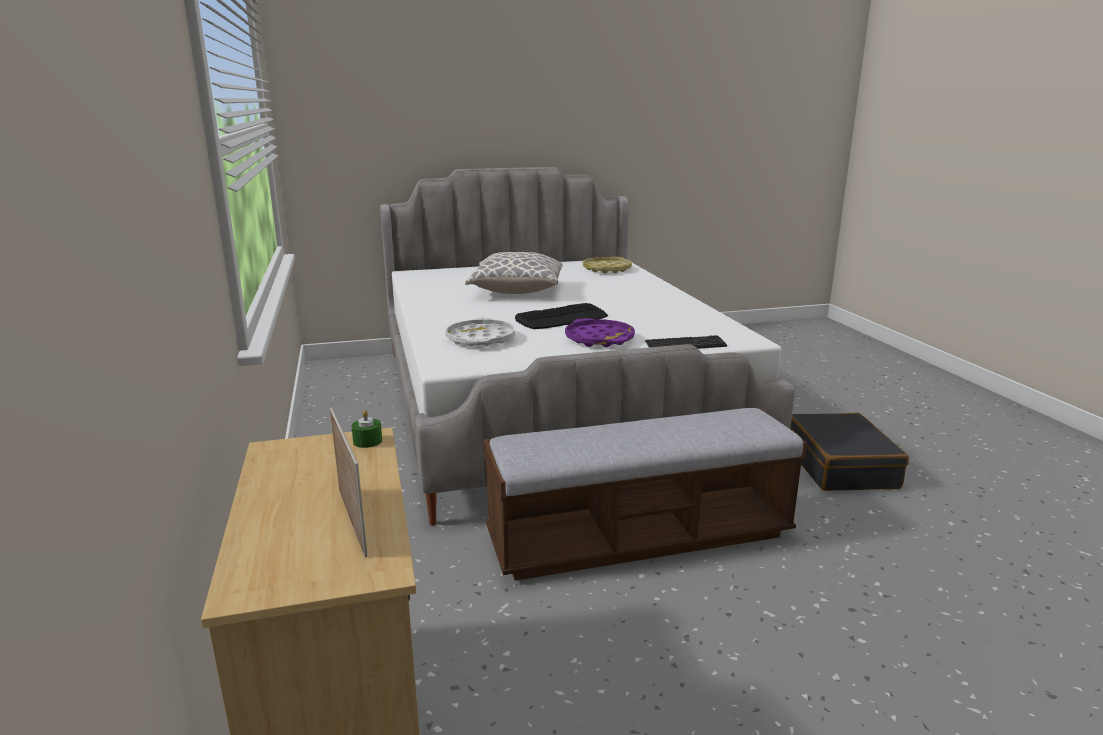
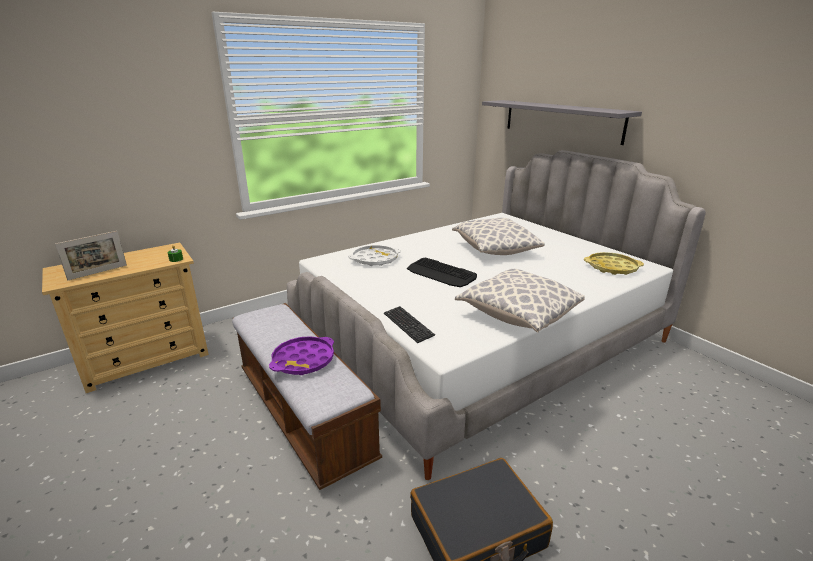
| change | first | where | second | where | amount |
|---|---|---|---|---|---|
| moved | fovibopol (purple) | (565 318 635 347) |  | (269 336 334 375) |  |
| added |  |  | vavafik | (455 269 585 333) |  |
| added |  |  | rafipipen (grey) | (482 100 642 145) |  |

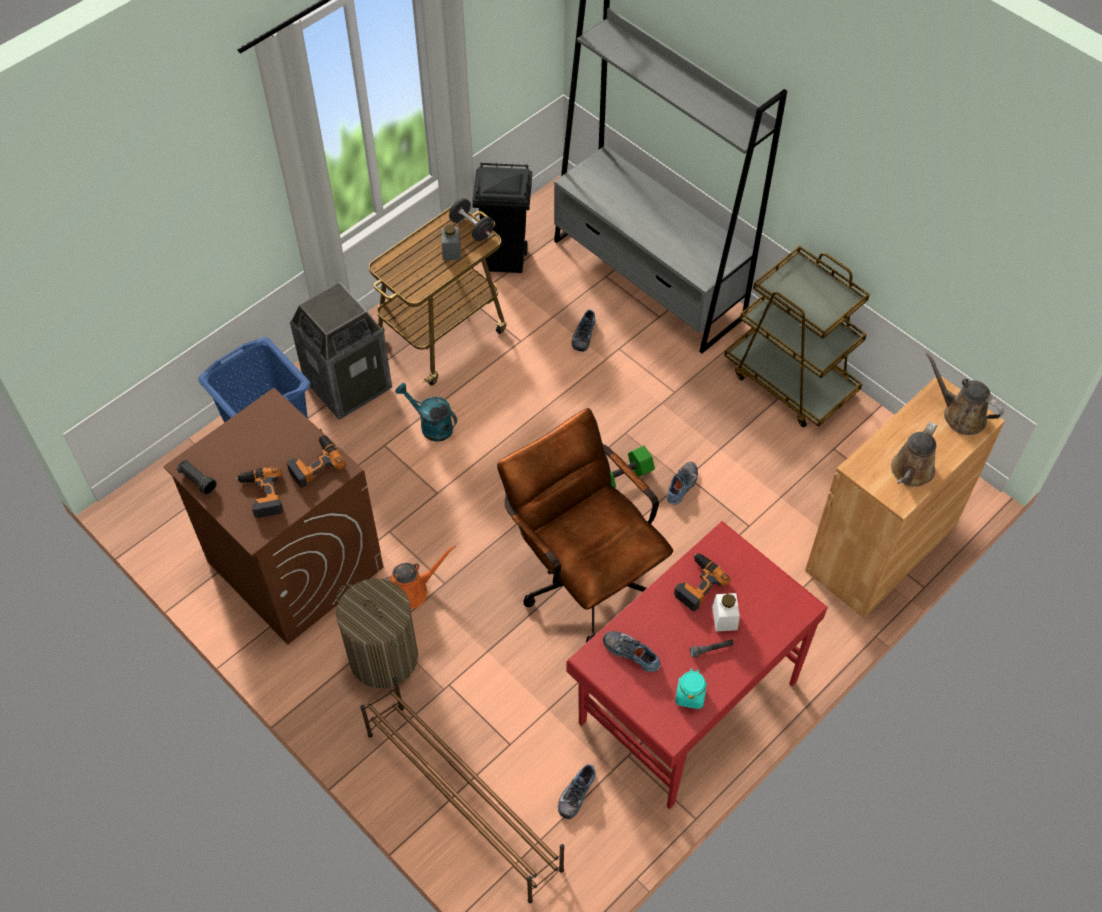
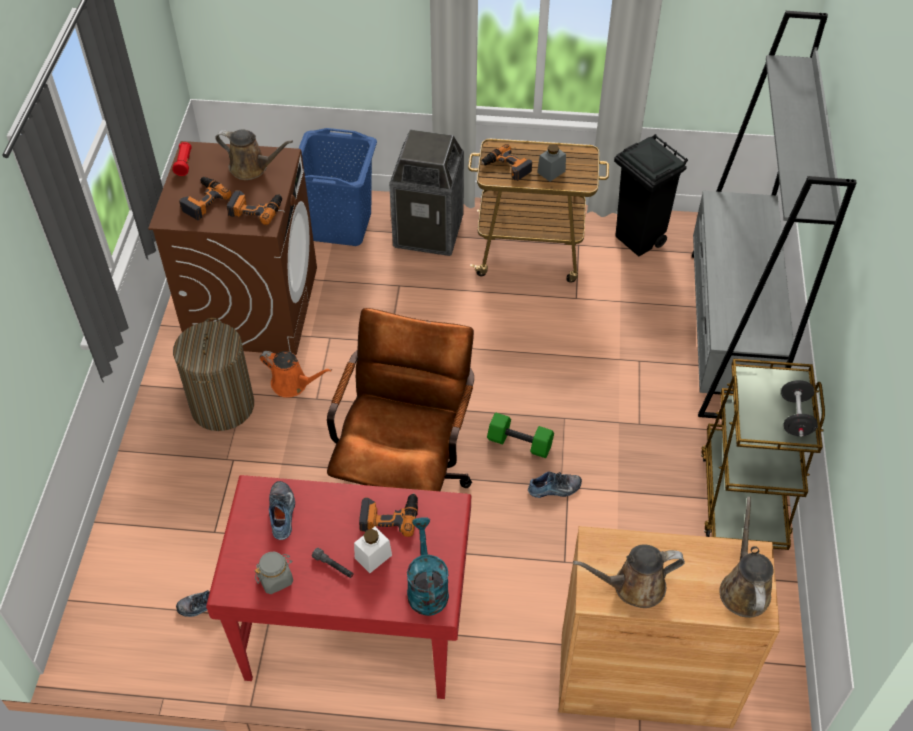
| change | first | where | second | where | amount |
|---|---|---|---|---|---|
| recoloured | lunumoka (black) | (177 460 217 495) | lunumoka (red) | (172 142 192 176) |  |
| added |  |  | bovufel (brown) | (215 130 293 180) |  |
| recoloured | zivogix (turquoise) | (675 669 707 709) | zivogix (grey) | (255 552 293 594) |  |
| moved | bovufel (turquoise) | (395 383 457 442) |  | (407 517 449 616) |  |
| added |  |  | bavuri | (481 144 532 181) |  |
| moved | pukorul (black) | (449 198 494 241) |  | (781 380 818 437) |  |
| removed | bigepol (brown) | (360 677 564 903) |  |  |  |
| removed | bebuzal | (572 310 595 352) |  |  |  |

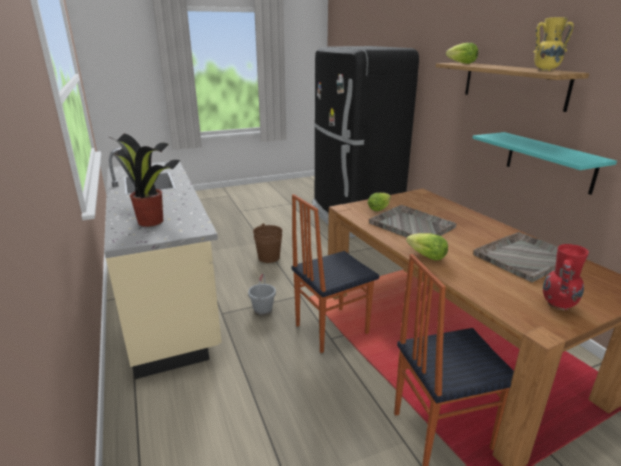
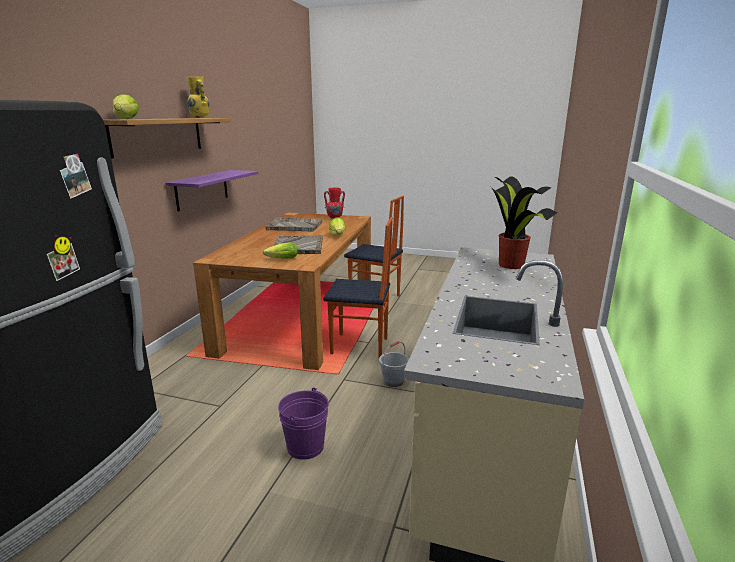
| change | first | where | second | where | amount |
|---|---|---|---|---|---|
| recoloured | rafipipen (turquoise) | (473 132 617 195) | rafipipen (purple) | (166 170 258 212) |  |
| recoloured | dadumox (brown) | (253 223 282 263) | dadumox (purple) | (278 387 329 460) |  |

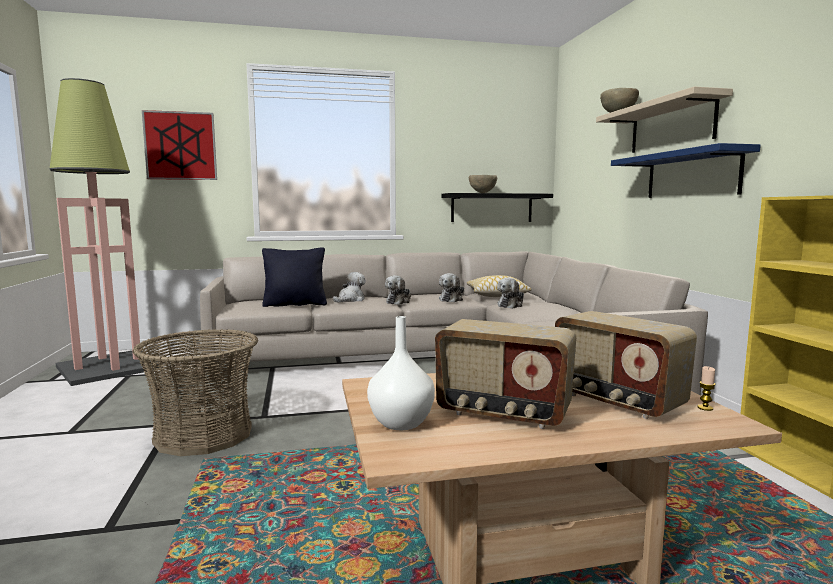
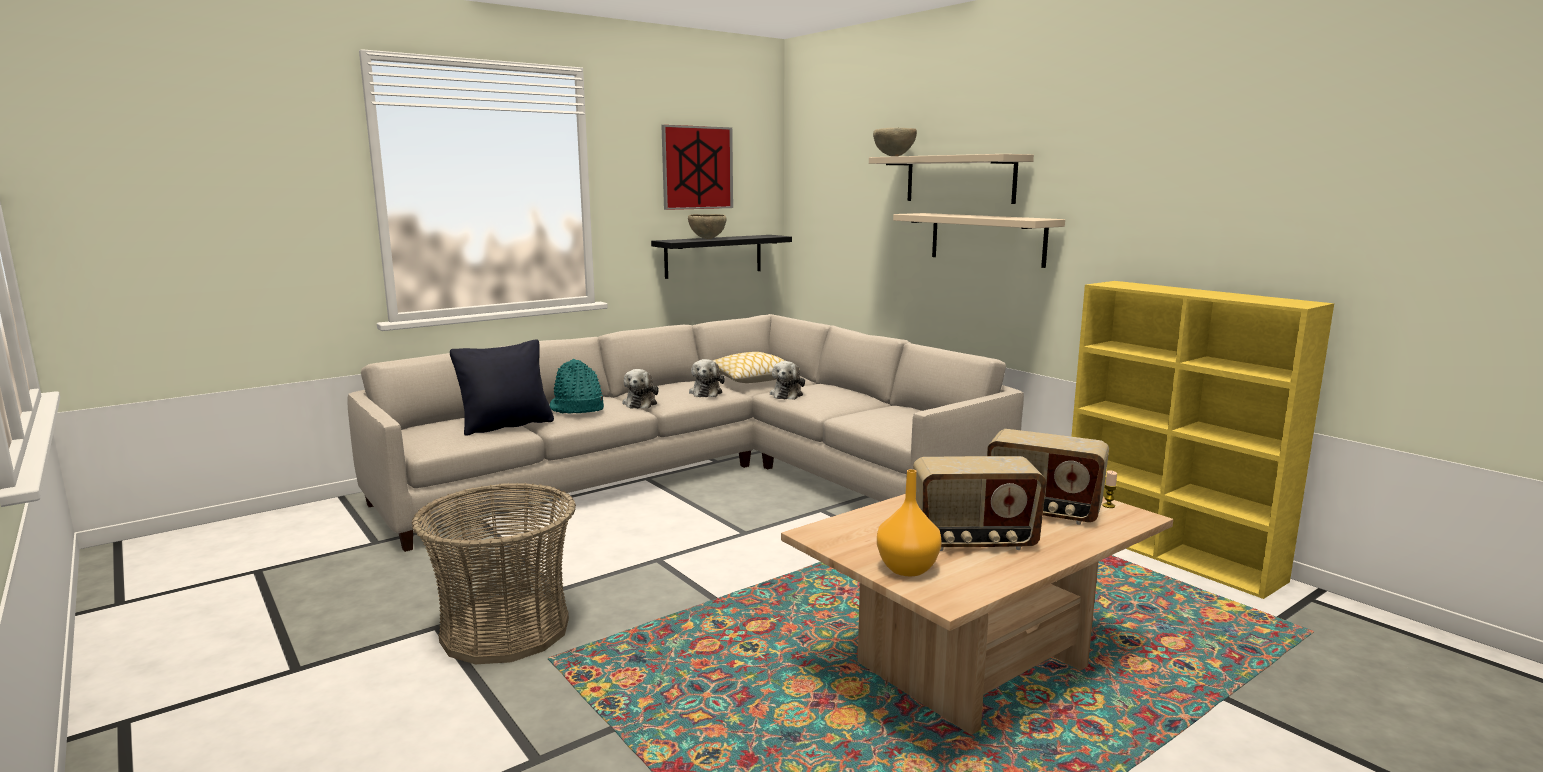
| change | first | where | second | where | amount |
|---|---|---|---|---|---|
| replaced | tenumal | (333 272 366 302) | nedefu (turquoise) | (550 359 604 413) |  |
| moved | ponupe | (142 110 217 180) |  | (661 125 733 210) |  |
| recoloured | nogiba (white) | (367 316 435 430) | nogiba (orange) | (877 469 942 576) |  |
| recoloured | rafipipen (blue) | (611 143 761 198) | rafipipen (beige) | (893 213 1065 268) |  |
| removed | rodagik | (49 78 159 386) |  |  |  |

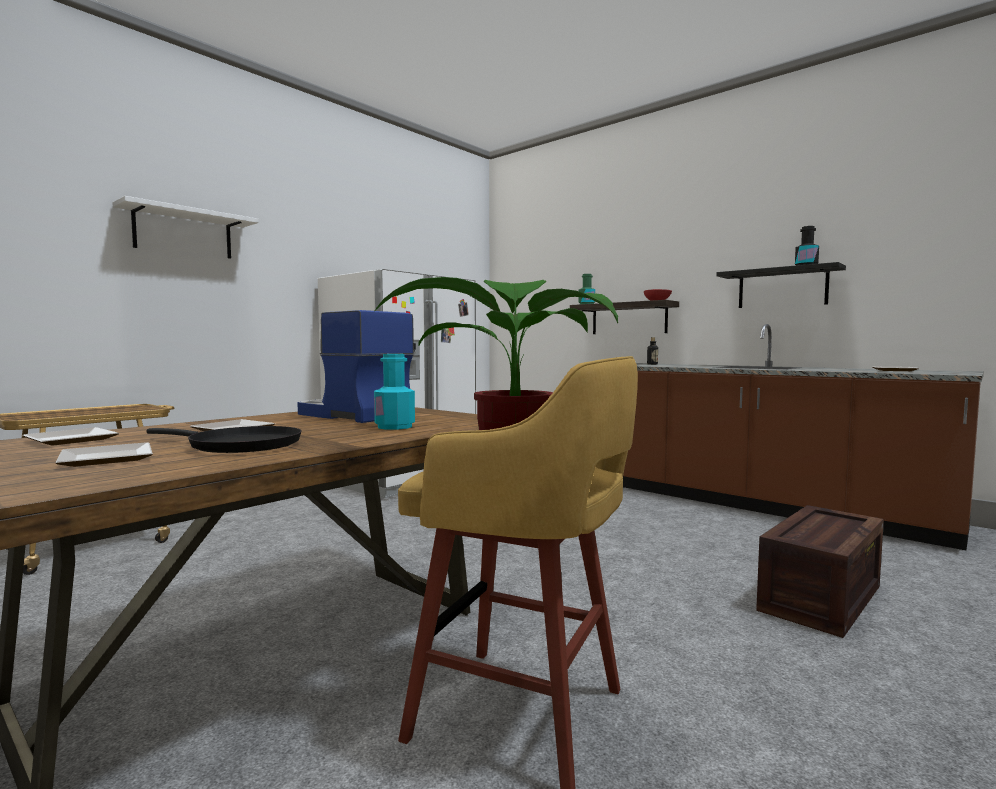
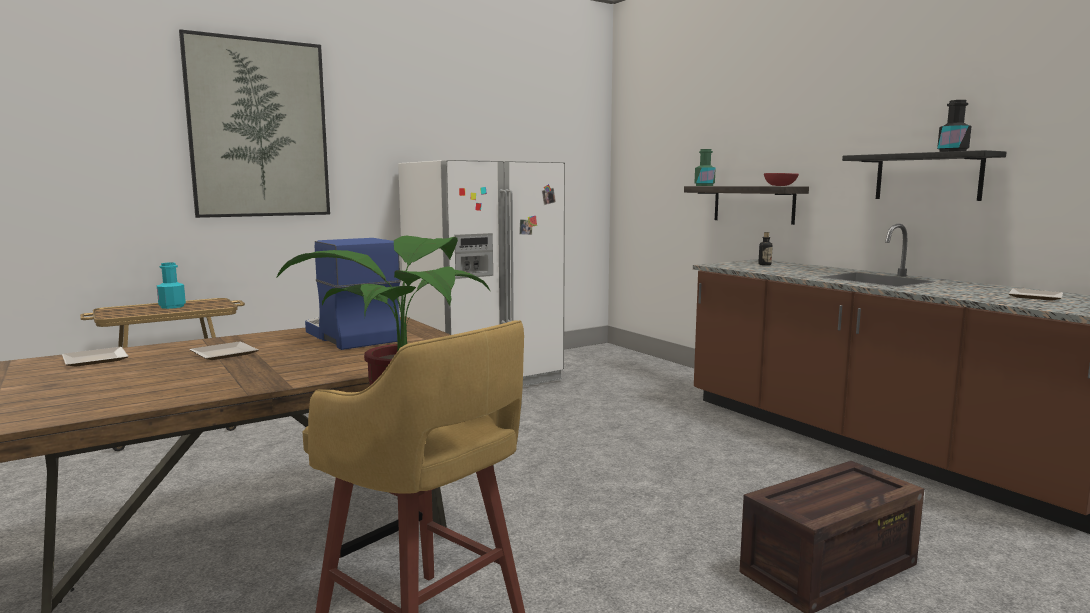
| change | first | where | second | where | amount |
|---|---|---|---|---|---|
| moved | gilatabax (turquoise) | (374 354 415 430) |  | (157 262 186 309) |  |
| replaced | rafipipen (white) | (113 196 259 259) | ponupe | (179 29 330 218) |  |
| removed | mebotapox | (55 442 153 467) |  |  |  |
| removed | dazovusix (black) | (147 426 301 453) |  |  |  |

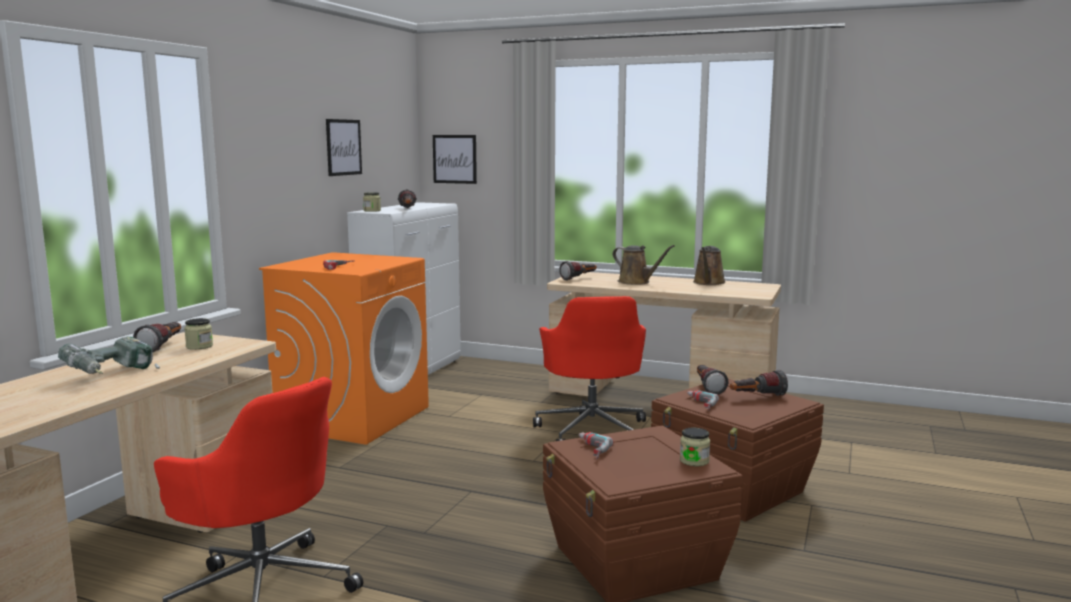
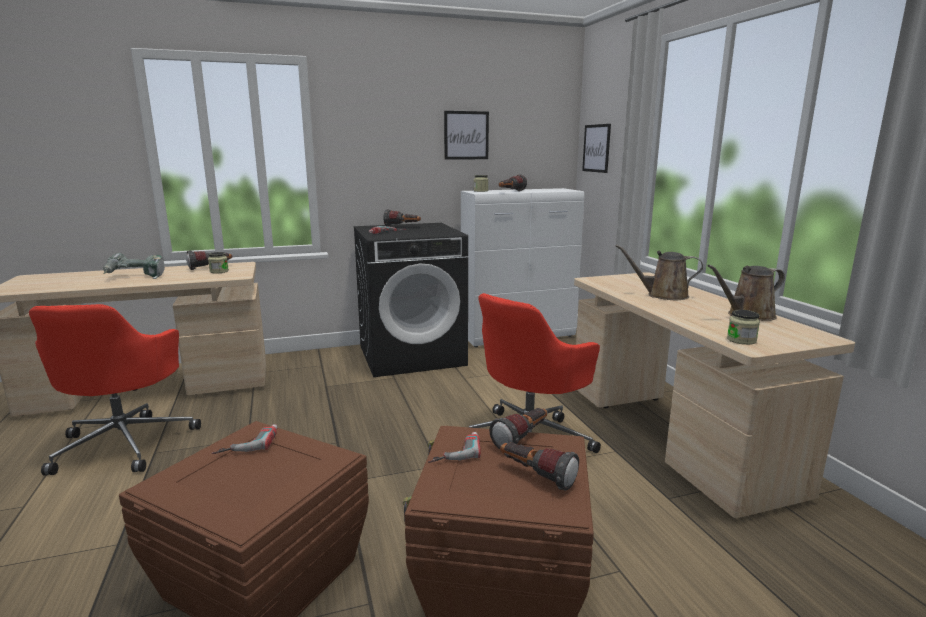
| change | first | where | second | where | amount |
|---|---|---|---|---|---|
| recoloured | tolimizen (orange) | (259 252 429 445) | tolimizen (black) | (354 223 468 377) |  |
| moved | lunumoka | (559 261 597 281) |  | (383 209 421 227) |  |
| turned | bovufel (brown) | (613 245 674 285) |  | (616 245 703 300) | 105 degrees clockwise |
| moved | zivogix | (680 428 710 466) |  | (727 310 760 345) |  |

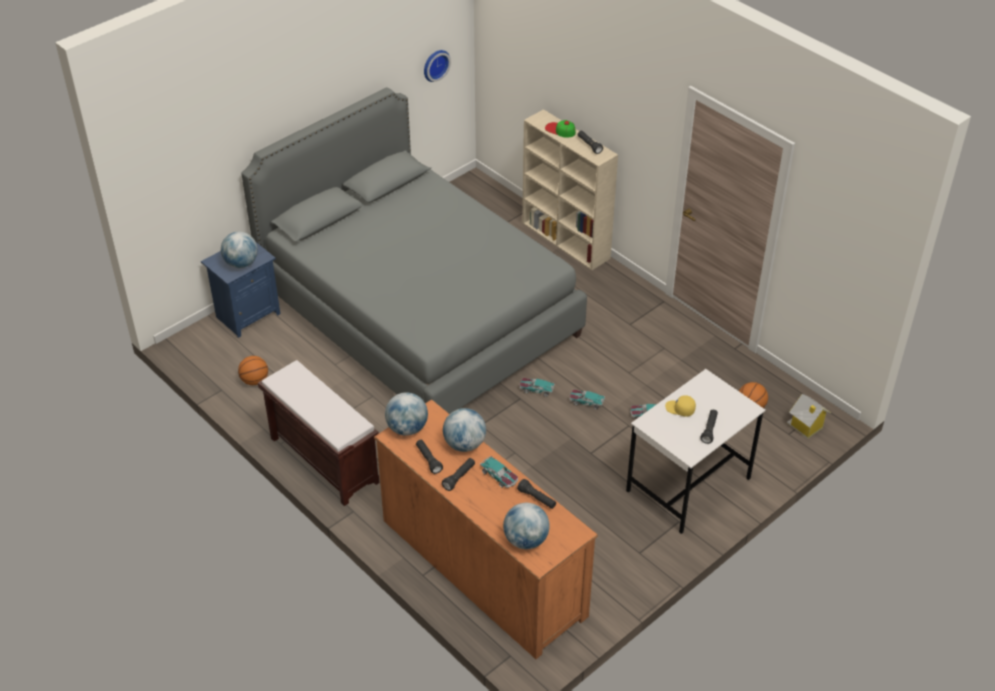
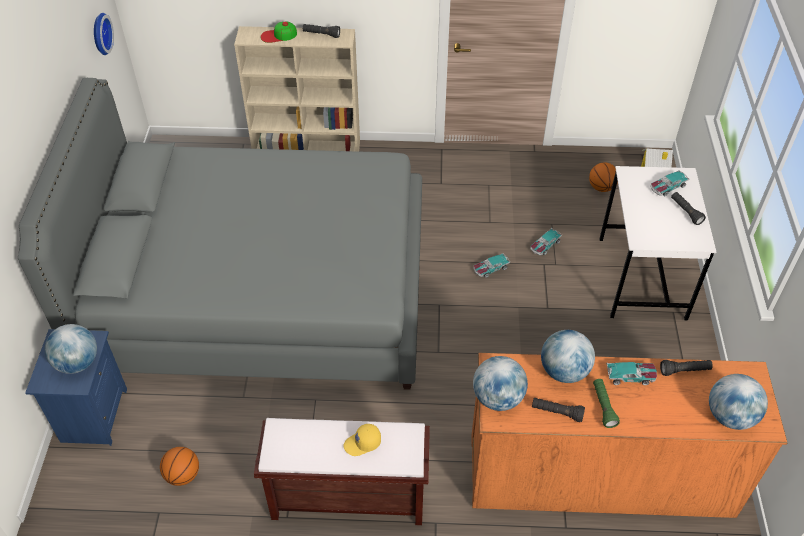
| change | first | where | second | where | amount |
|---|---|---|---|---|---|
| moved | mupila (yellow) | (665 395 696 416) |  | (343 424 381 456) |  |
| recoloured | lunumoka (black) | (442 458 475 491) | lunumoka (green) | (593 379 620 428) |  |
| moved | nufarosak | (520 378 555 397) |  | (650 170 689 196) |  |

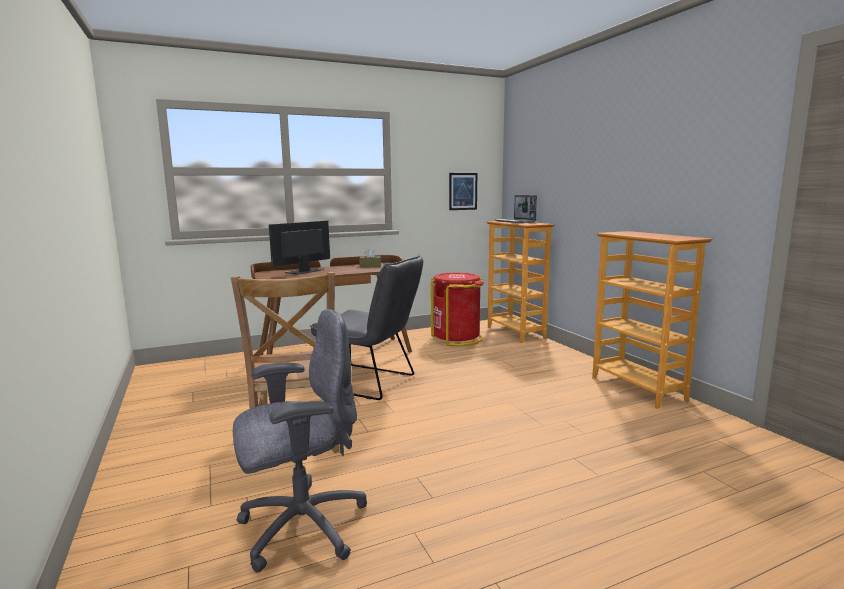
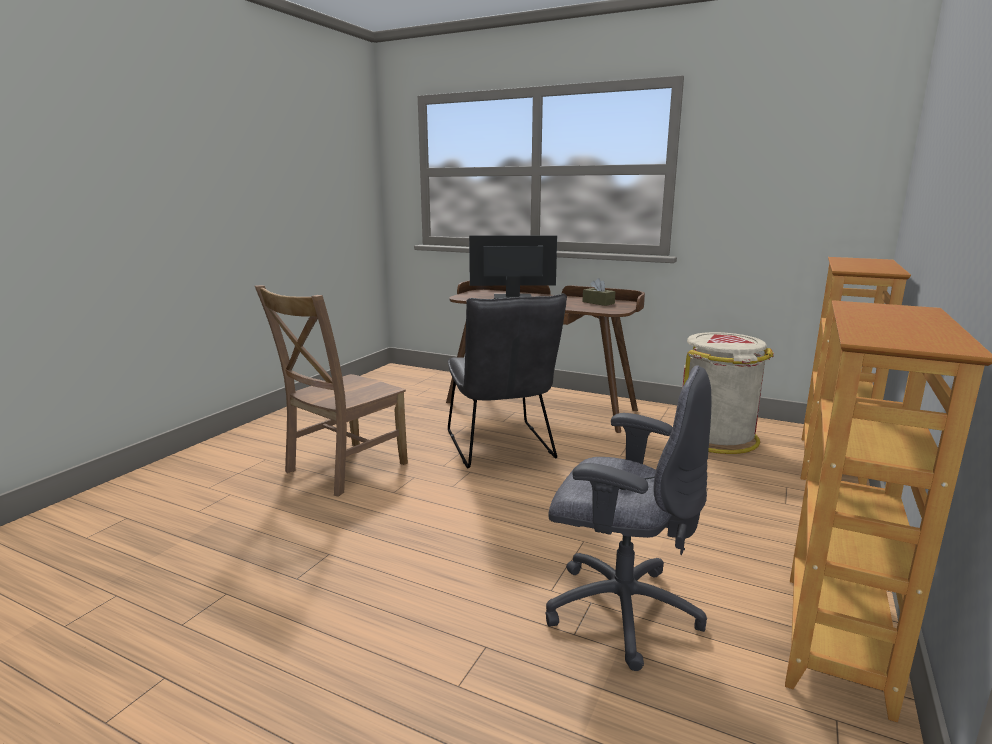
| change | first | where | second | where | amount |
|---|---|---|---|---|---|
| moved | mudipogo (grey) | (233 309 367 573) |  | (545 365 711 671) |  |
| recoloured | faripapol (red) | (431 273 484 346) | faripapol (beige) | (682 332 774 454) |  |
| removed | ponupe | (449 173 477 210) |  |  |  |
| removed | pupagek | (494 195 537 223) |  |  |  |

